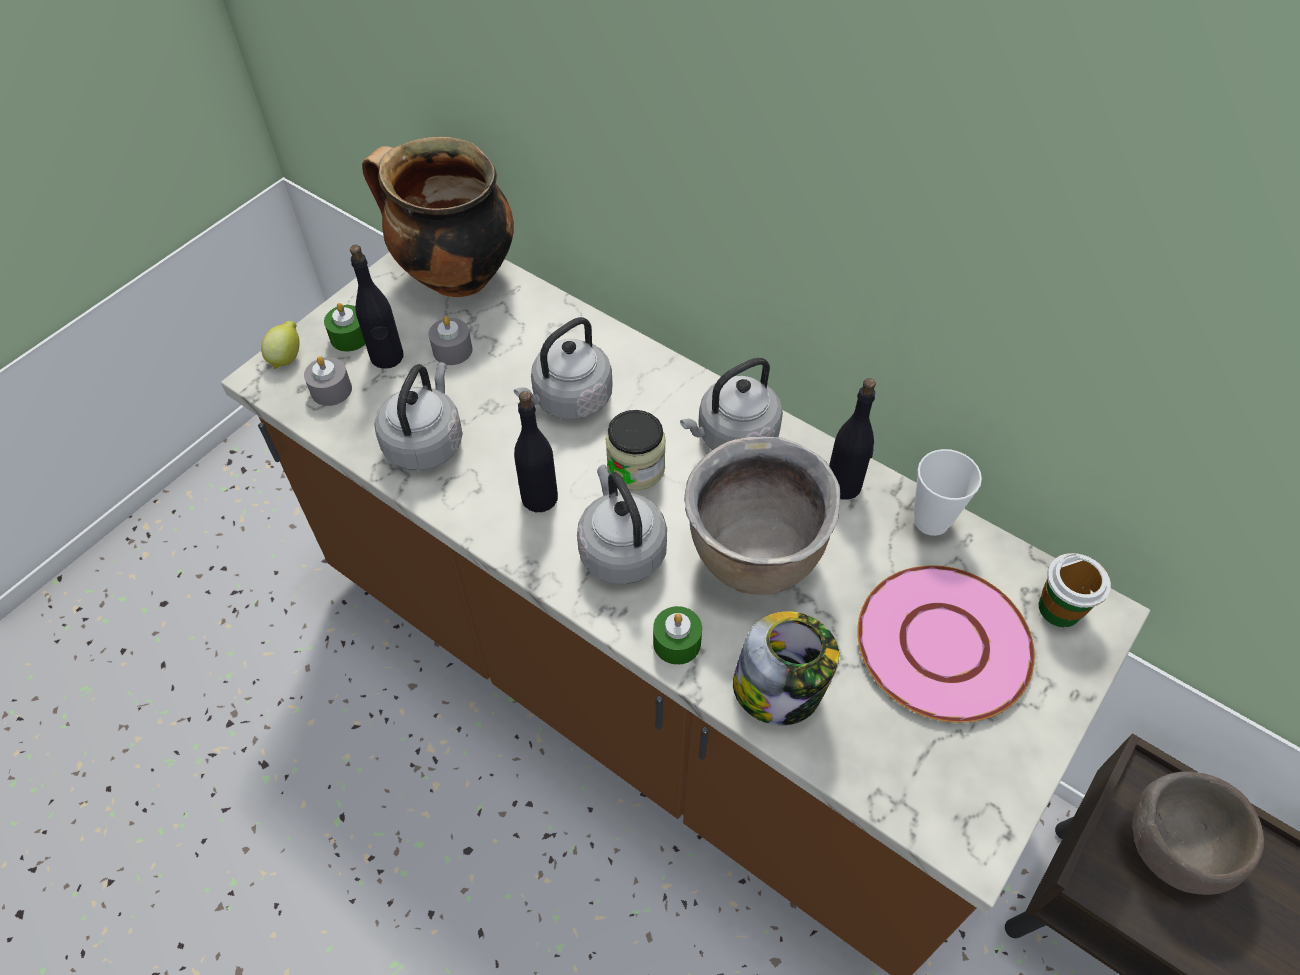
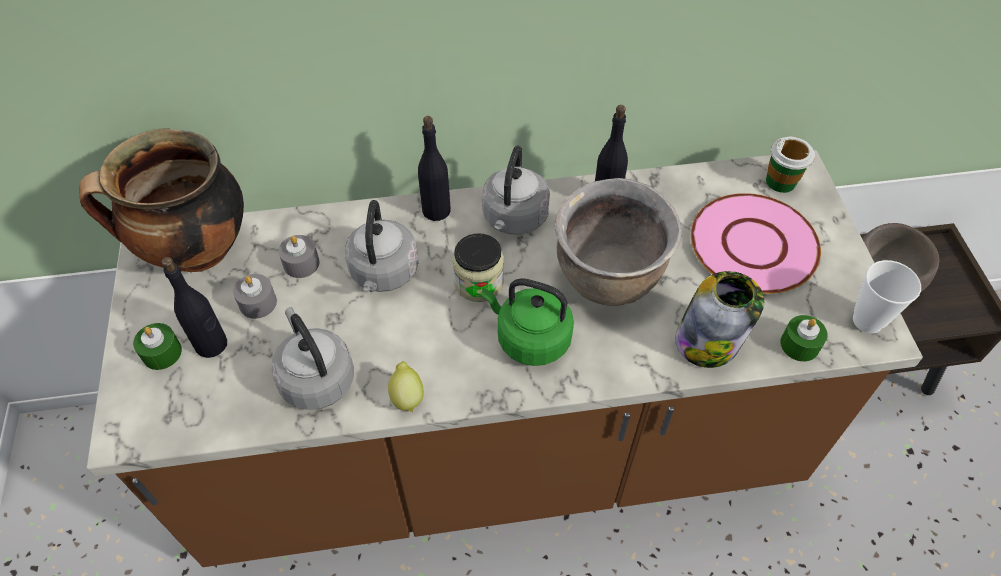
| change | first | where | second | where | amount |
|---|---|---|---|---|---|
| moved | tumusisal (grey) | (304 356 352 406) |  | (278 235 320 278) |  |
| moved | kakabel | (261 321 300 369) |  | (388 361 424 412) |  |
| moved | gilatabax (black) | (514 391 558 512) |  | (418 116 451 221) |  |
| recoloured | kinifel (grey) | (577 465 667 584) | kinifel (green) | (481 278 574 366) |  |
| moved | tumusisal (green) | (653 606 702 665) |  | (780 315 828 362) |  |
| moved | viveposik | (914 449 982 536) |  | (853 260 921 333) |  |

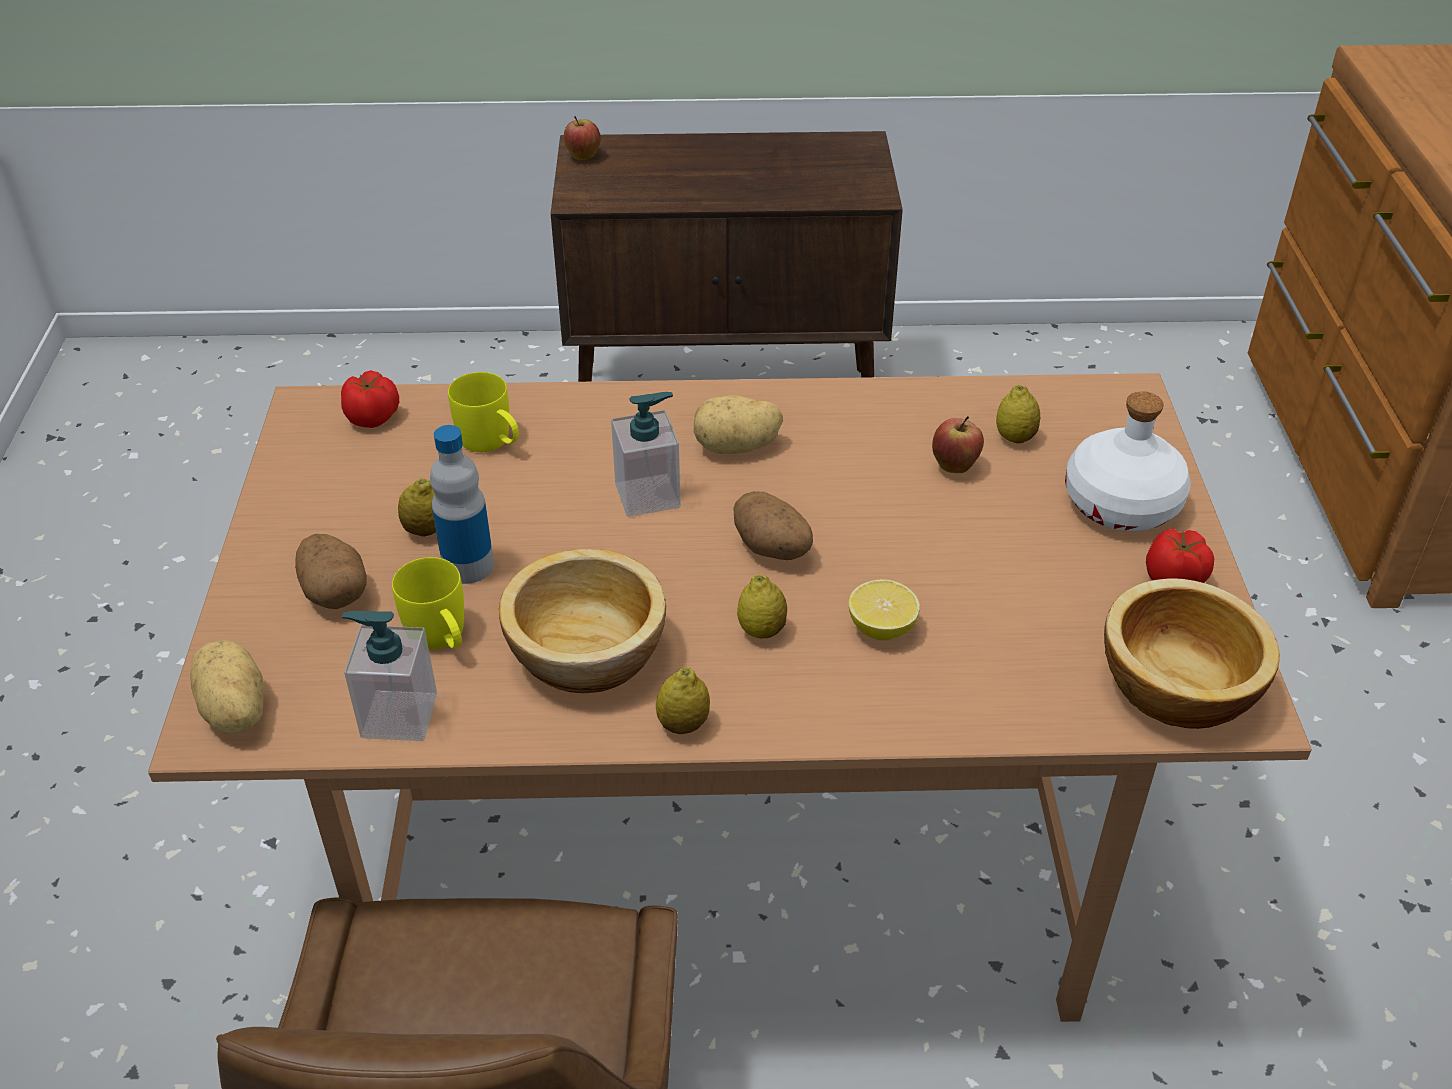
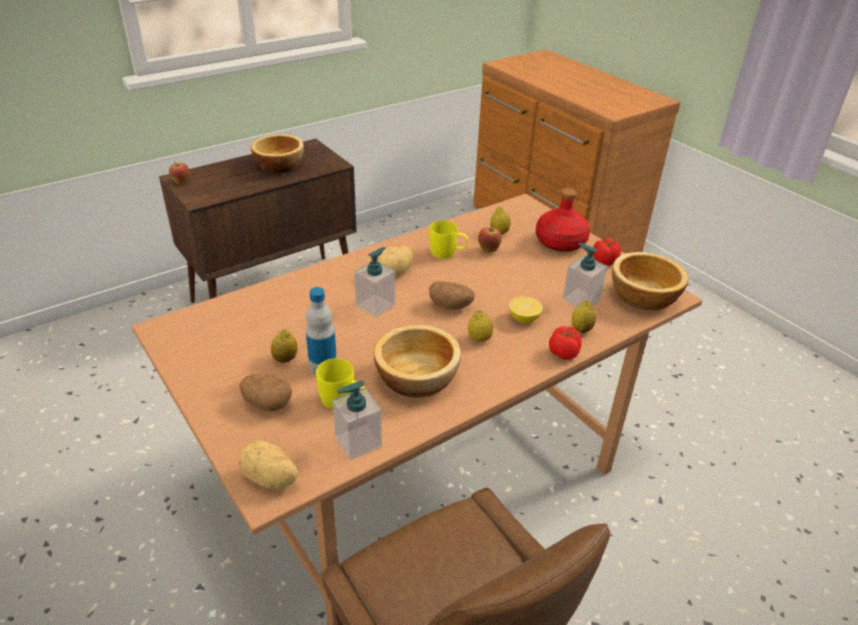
| change | first | where | second | where | amount |
|---|---|---|---|---|---|
| added |  |  | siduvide | (251 134 304 173) |  |
| moved | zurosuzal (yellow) | (448 372 519 452) |  | (429 220 468 259) |  |
| recoloured | gilatabax (white) | (1065 391 1191 531) | gilatabax (red) | (536 188 590 252) |  |
| moved | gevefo | (341 370 399 428) |  | (549 326 582 360) |  |
| added |  |  | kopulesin | (562 243 607 307) |  |
| moved | kakabel | (656 668 710 734) |  | (572 300 596 333) |  |

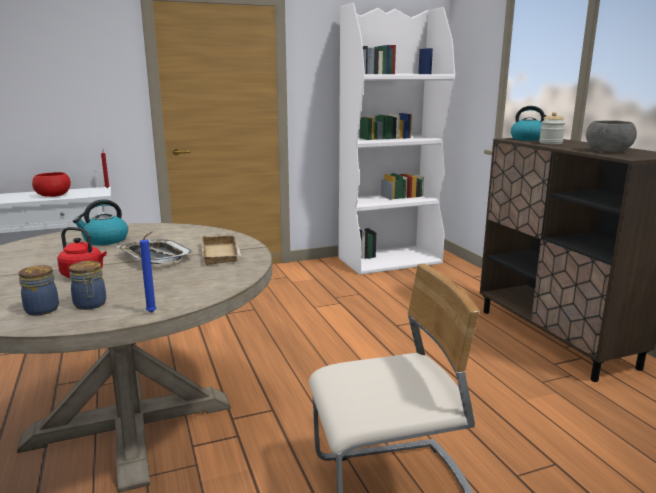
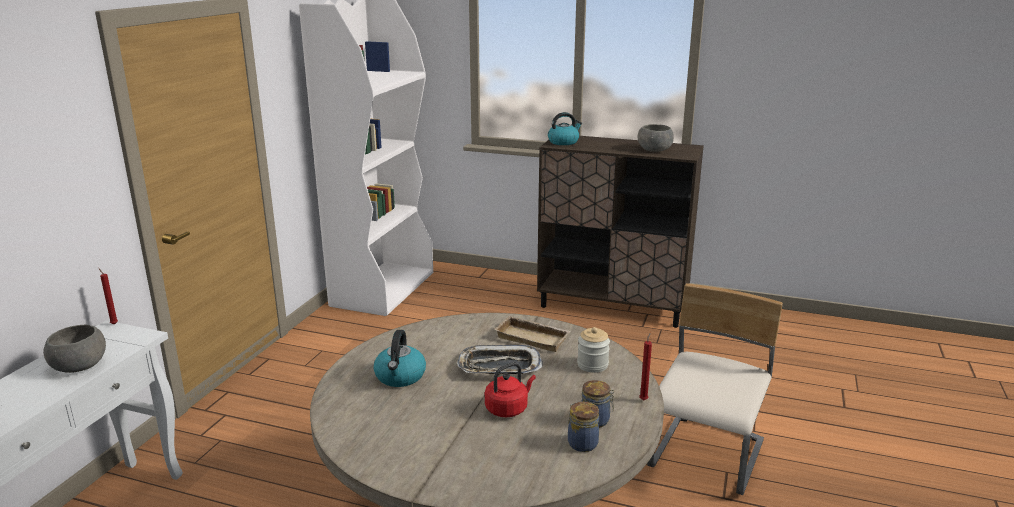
| change | first | where | second | where | amount |
|---|---|---|---|---|---|
| recoloured | siduvide (red) | (32 172 71 197) | siduvide (grey) | (43 325 106 373) |  |
| moved | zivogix | (539 112 565 144) |  | (577 327 610 373) |  |
| recoloured | tumusisal (blue) | (139 231 156 313) | tumusisal (red) | (639 333 652 400) |  |

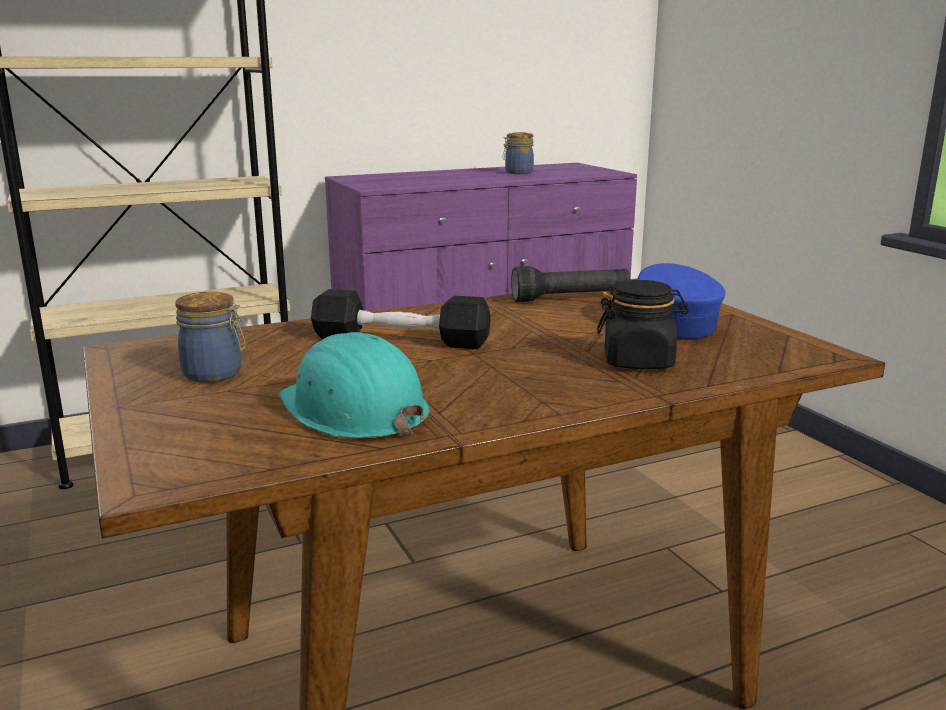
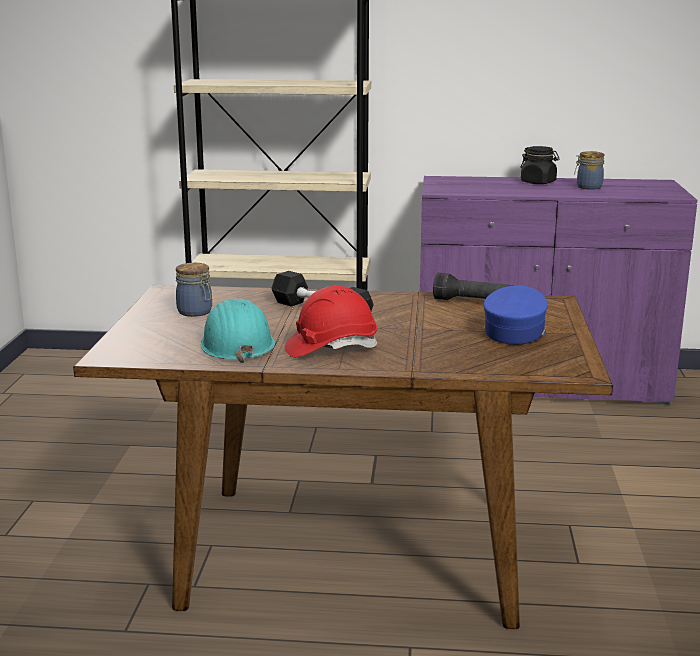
| change | first | where | second | where | amount |
|---|---|---|---|---|---|
| added |  |  | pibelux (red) | (285 286 377 357) |  |
| moved | zivogix (black) | (597 280 689 369) |  | (521 146 559 184) |  |

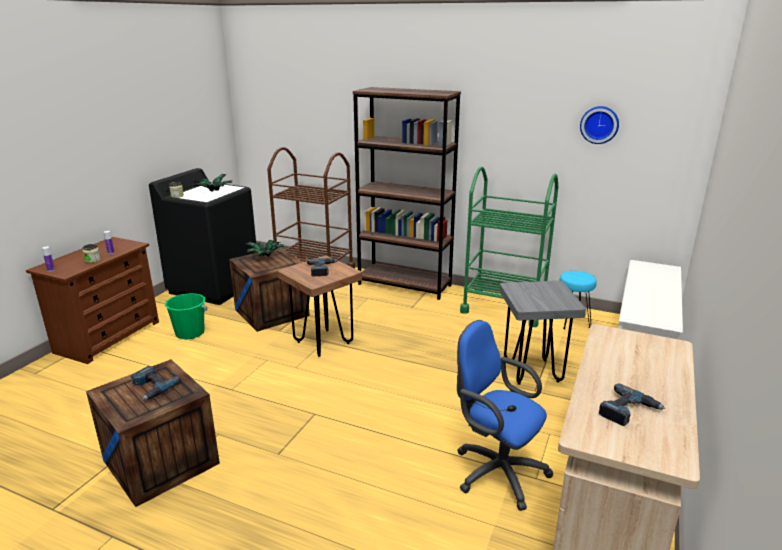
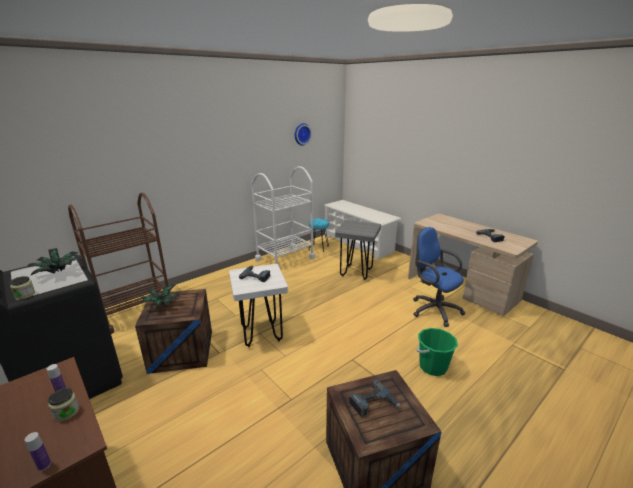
| change | first | where | second | where | amount |
|---|---|---|---|---|---|
| recoloured | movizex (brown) | (278 256 362 357) | movizex (white) | (229 264 288 347) |  |
| recoloured | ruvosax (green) | (460 167 558 327) | ruvosax (white) | (252 166 315 264) |  |
| turned | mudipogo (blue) | (457 320 553 511) |  | (413 227 465 327) | 75 degrees clockwise |
| moved | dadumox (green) | (165 293 208 339) |  | (416 328 458 376) |  |
| removed | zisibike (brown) | (353 87 461 300) |  |  |  |

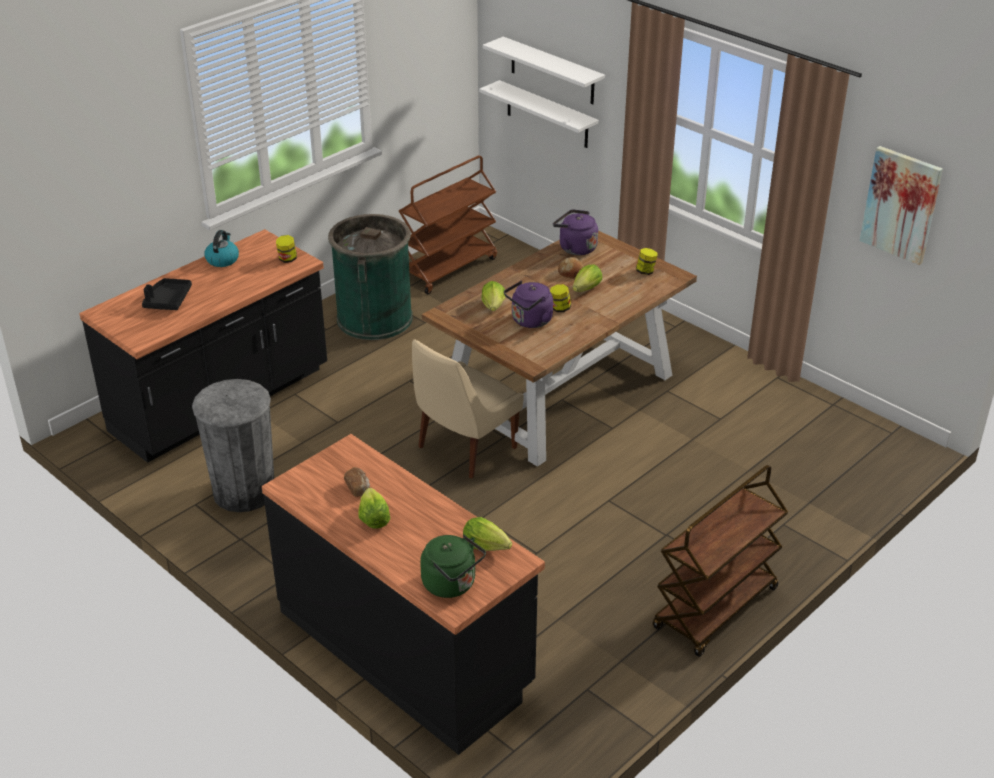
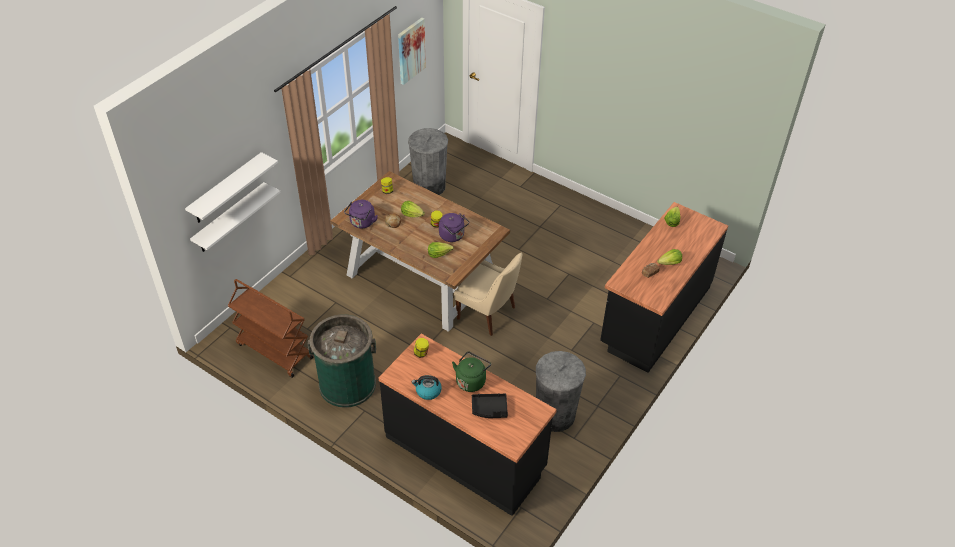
| change | first | where | second | where | amount |
|---|---|---|---|---|---|
| added |  |  | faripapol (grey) | (408 128 448 195) |  |
| moved | kinifel (green) | (420 535 486 598) |  | (452 352 491 392) |  |
| removed | ruvosax (brown) | (653 465 788 657) |  |  |  |

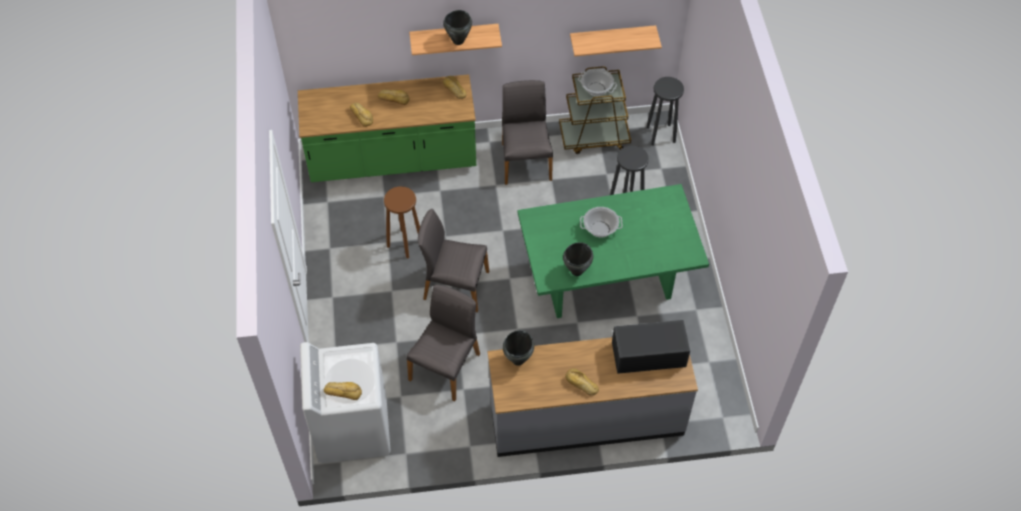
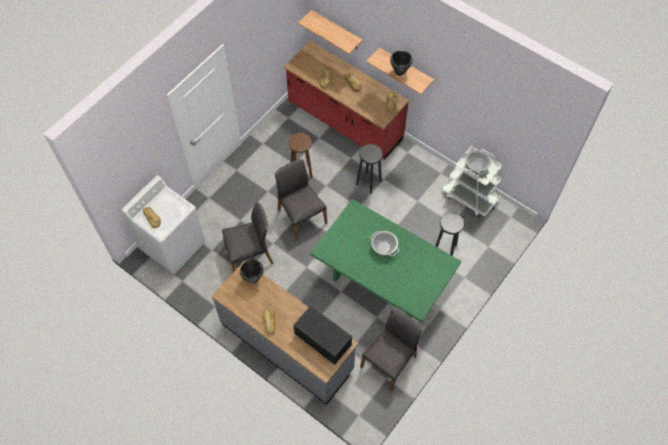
| change | first | where | second | where | amount |
|---|---|---|---|---|---|
| recoloured | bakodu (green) | (298 74 476 182) | bakodu (red) | (284 41 409 159) |  |
| moved | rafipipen | (570 25 662 56) |  | (298 10 363 54) |  |
| moved | movizex (black) | (646 77 684 146) |  | (356 144 383 194) |  |
| moved | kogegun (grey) | (502 80 553 185) |  | (360 309 422 391) |  |
| recoloured | ruvosax (brown) | (559 66 631 154) | ruvosax (white) | (442 146 502 217) |  |
| removed | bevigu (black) | (563 242 593 276) |  |  |  |

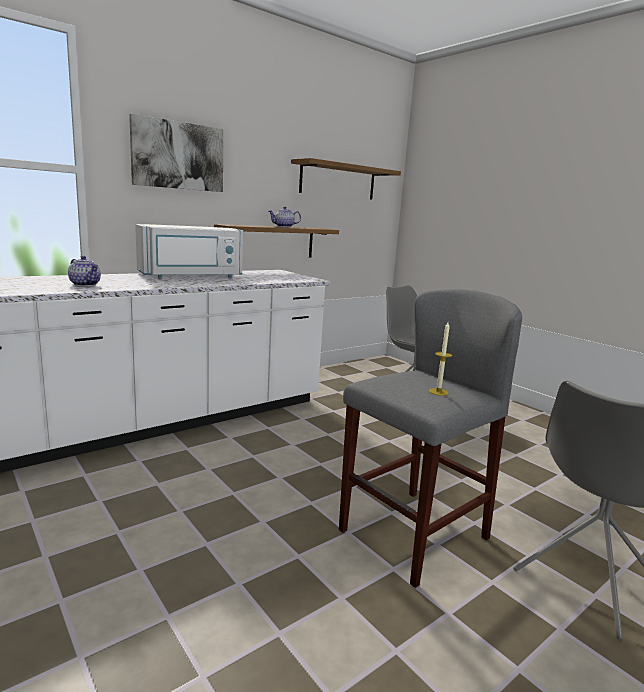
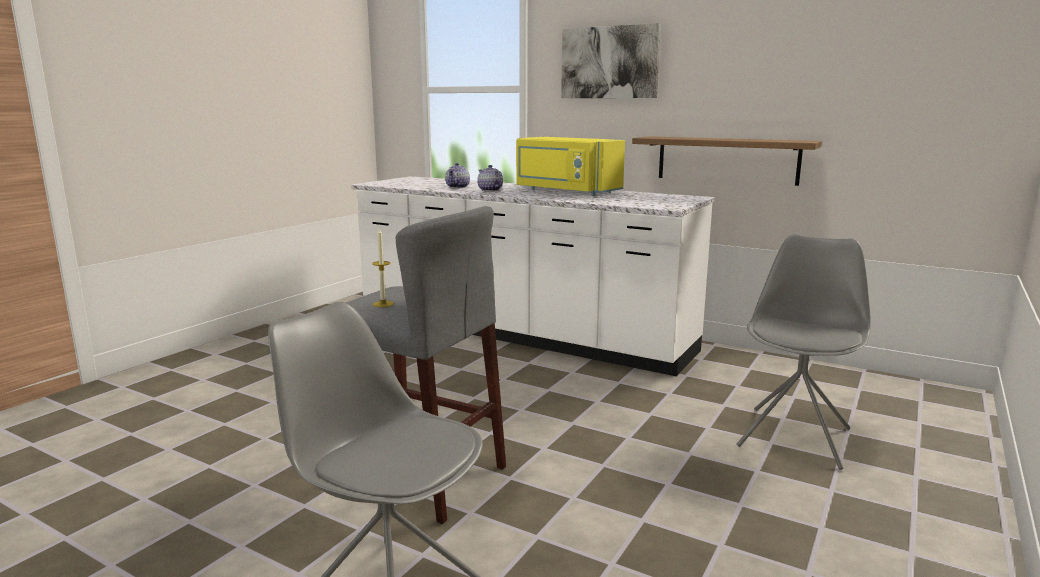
| change | first | where | second | where | amount |
|---|---|---|---|---|---|
| moved | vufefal | (269 206 301 227) |  | (477 165 503 191) |  |
| recoloured | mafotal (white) | (135 224 243 278) | mafotal (yellow) | (516 137 625 196) |  |
| removed | rafipipen | (291 158 401 199) |  |  |  |

